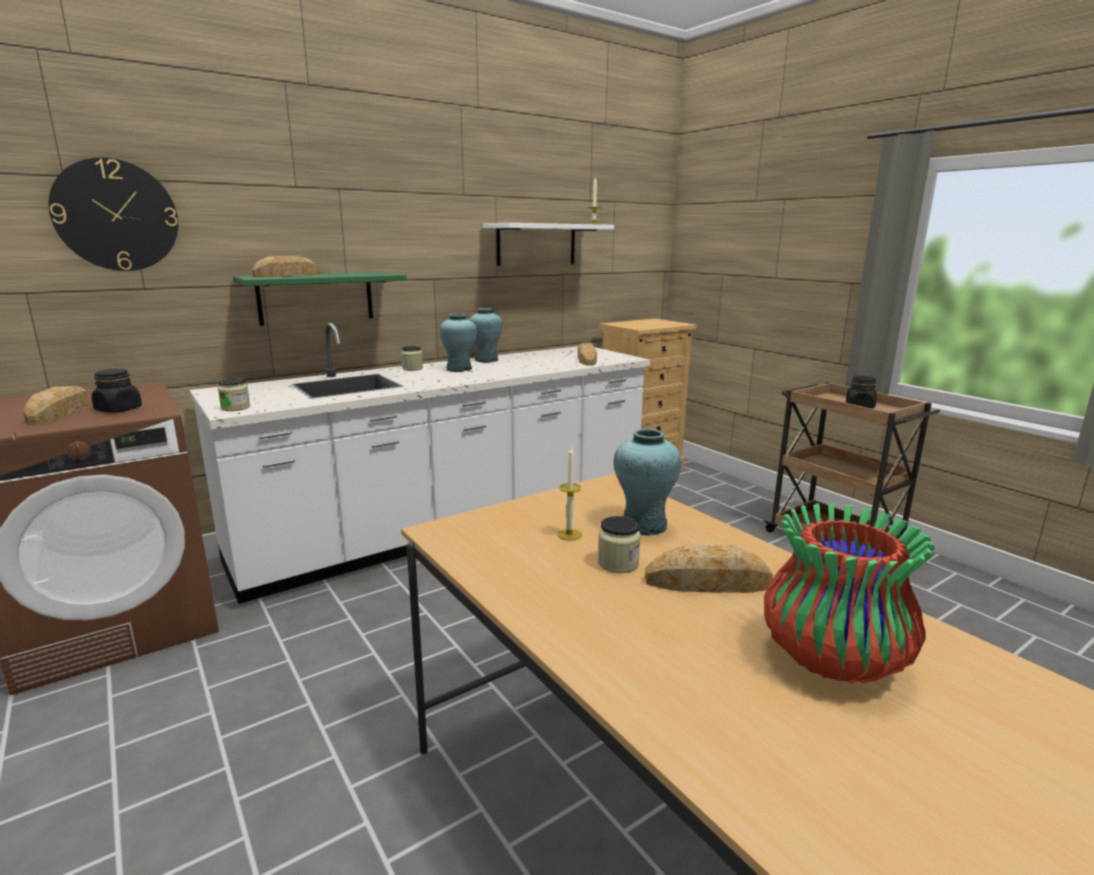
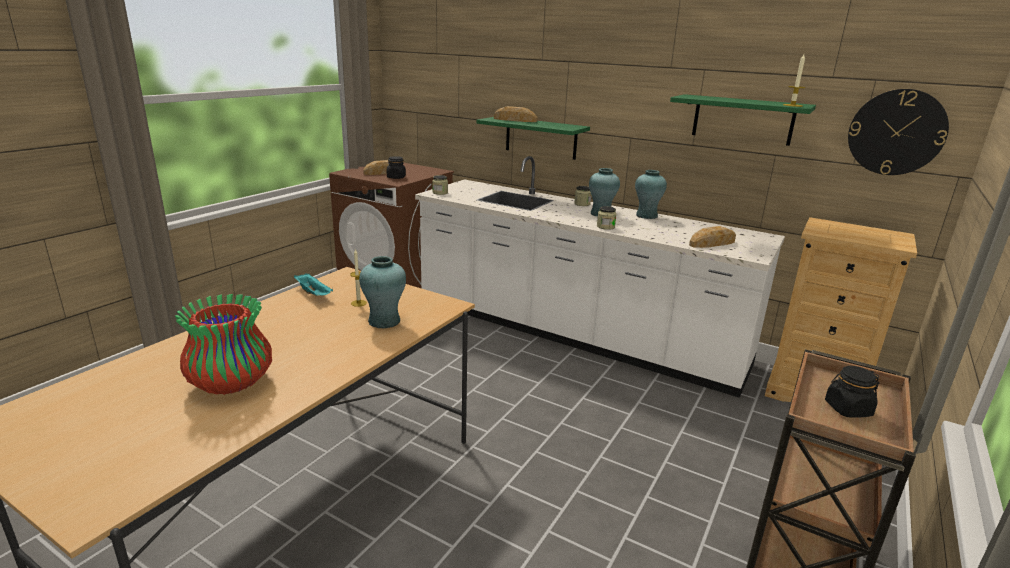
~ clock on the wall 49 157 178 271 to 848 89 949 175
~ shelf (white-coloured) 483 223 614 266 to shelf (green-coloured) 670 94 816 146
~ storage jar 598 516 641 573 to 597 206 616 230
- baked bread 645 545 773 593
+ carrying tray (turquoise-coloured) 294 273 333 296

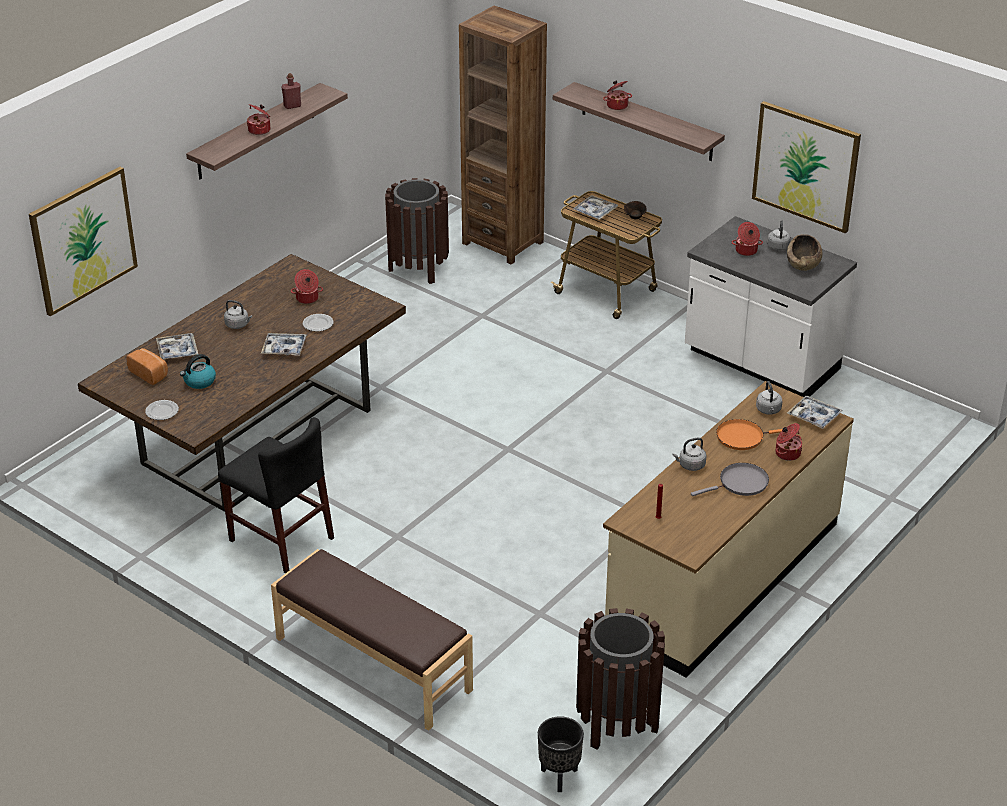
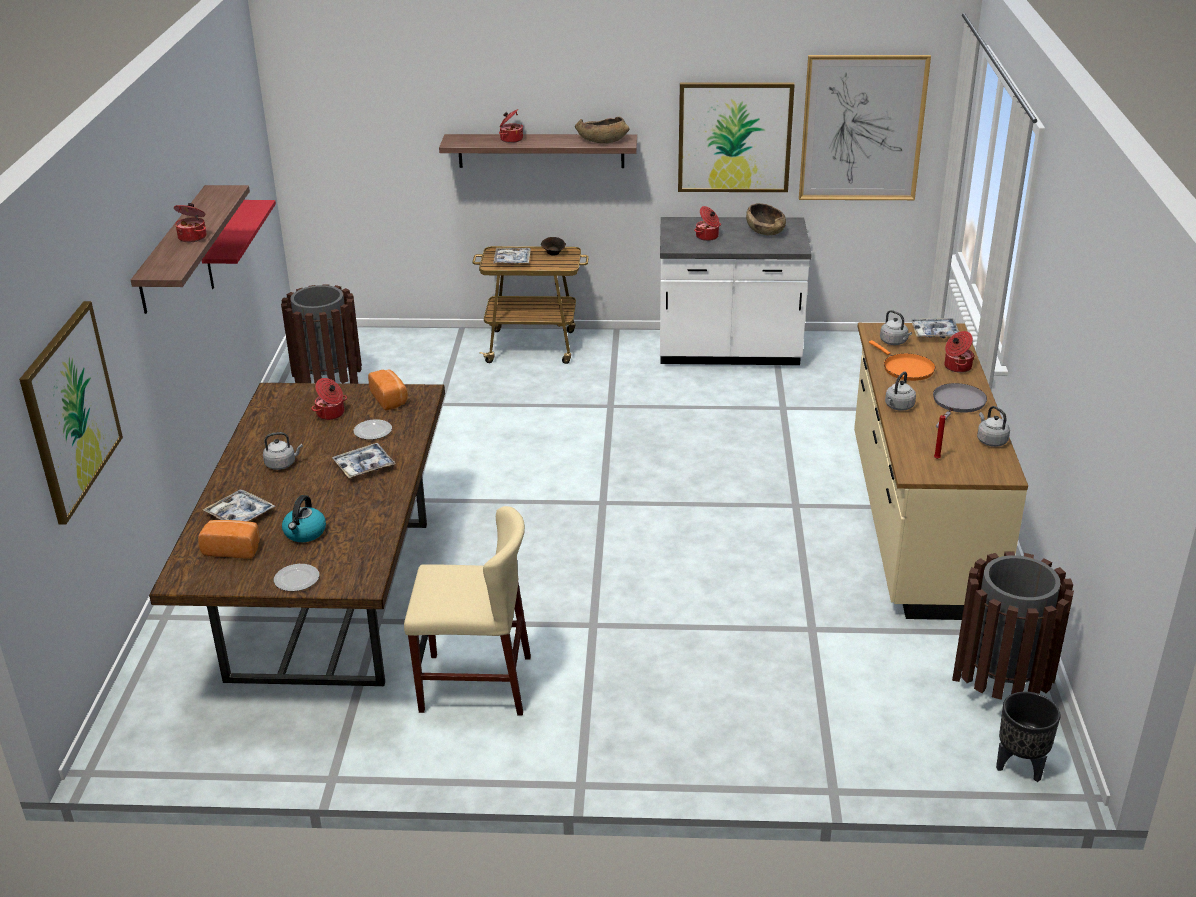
- bookcase (brownish) 459 6 547 265
- drink bottle (red-coloured) 282 73 301 109
~ water kettle (grey) 767 220 791 251 to 977 406 1010 447
~ upright chair (blackish) 218 417 334 573 to upright chair (beige) 404 506 531 716
~ frying pan (orange-coloured) 716 419 782 450 = 869 340 936 381 75 degrees counterclockwise
- long seat (brownish) 271 549 473 731
+ picture 799 55 931 200
+ serving bowl (brownish) 575 117 629 143
+ shelf (red-coloured) 202 200 276 289
+ baked bread 368 369 408 410

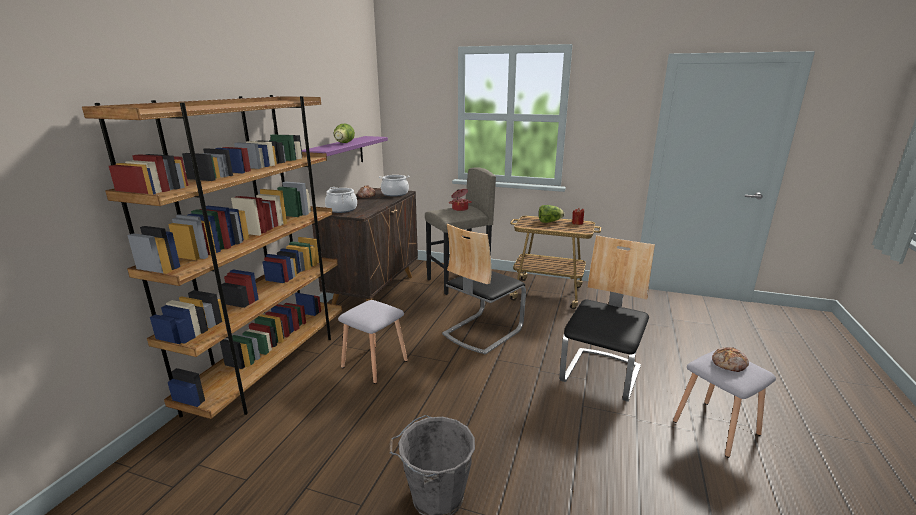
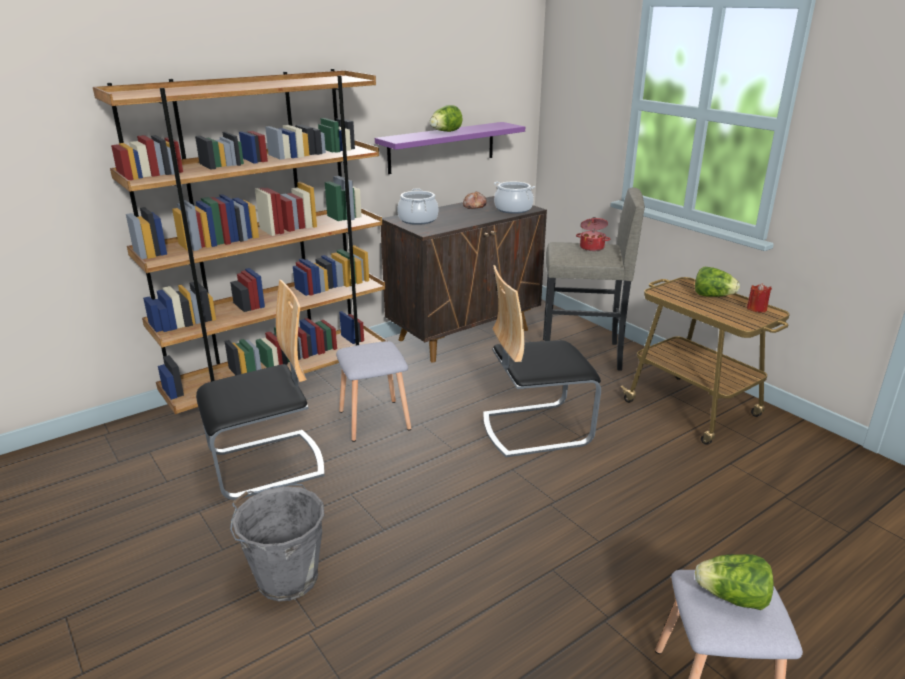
~ upright chair 559 235 655 402 to 196 280 325 500
~ baked bread 712 347 749 372 to head of lettuce 695 554 774 610

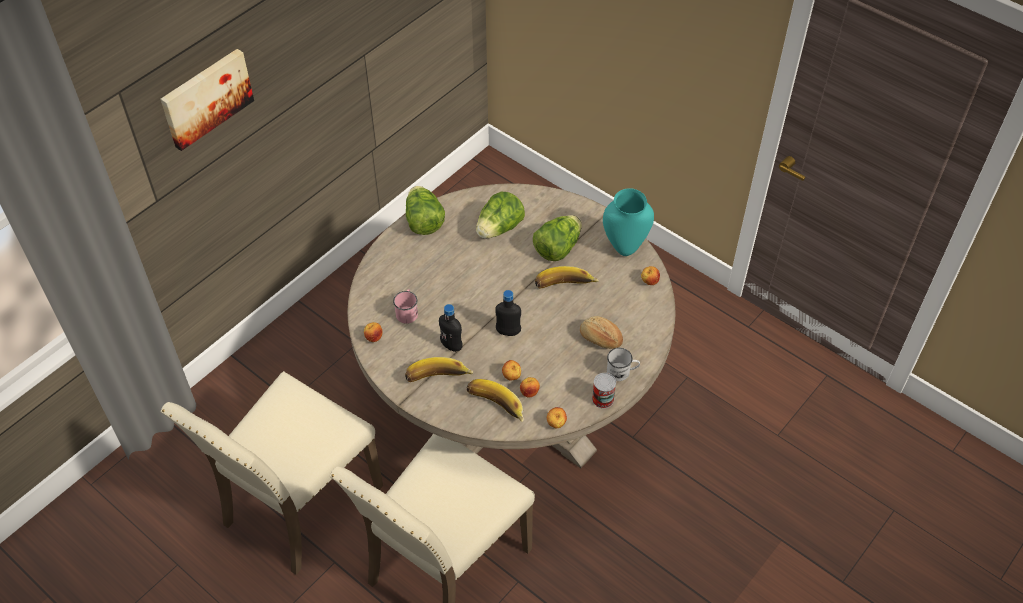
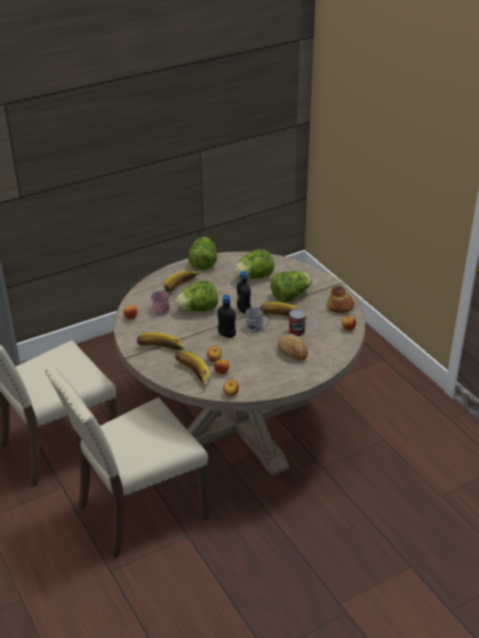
- picture 160 49 254 151
~ decorative vase (turquoise-coloured) 603 188 654 256 to baked bread 327 286 354 313
~ drink bottle (blackish) 439 304 463 352 to 237 271 251 314
~ coffee mug (white-coloured) 607 348 640 381 to 245 307 269 333
~ sealed can 592 373 616 409 to 289 309 306 337
+ banana 164 271 201 293
+ head of lettuce 175 281 218 312

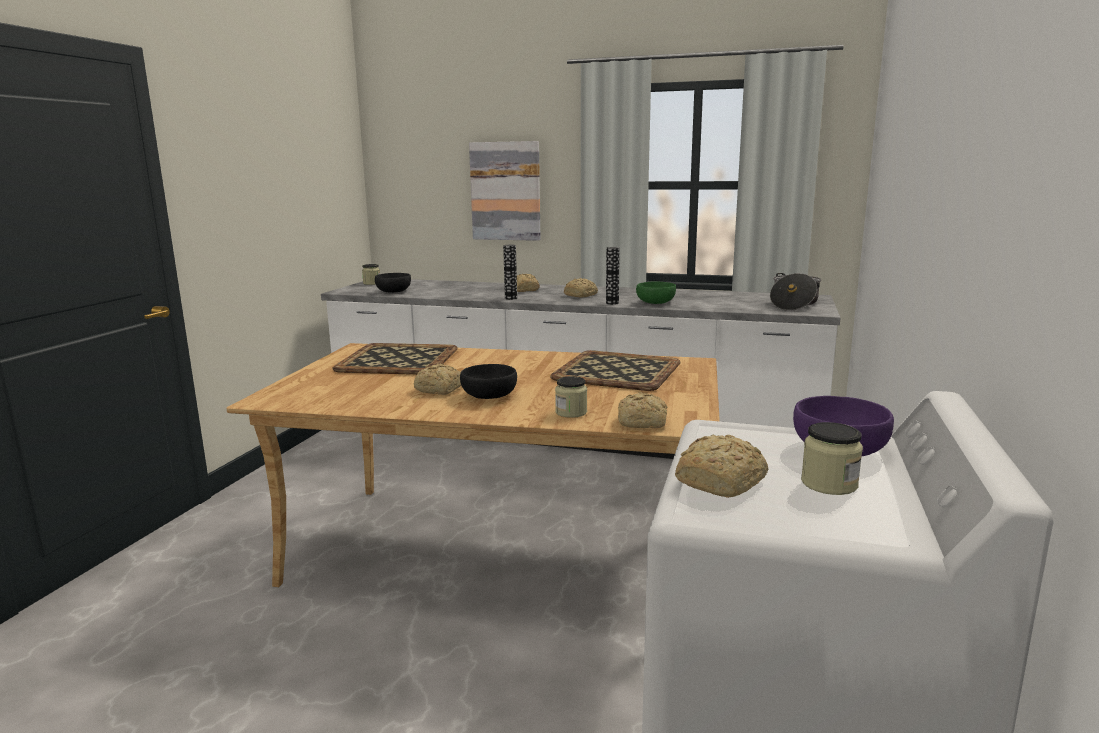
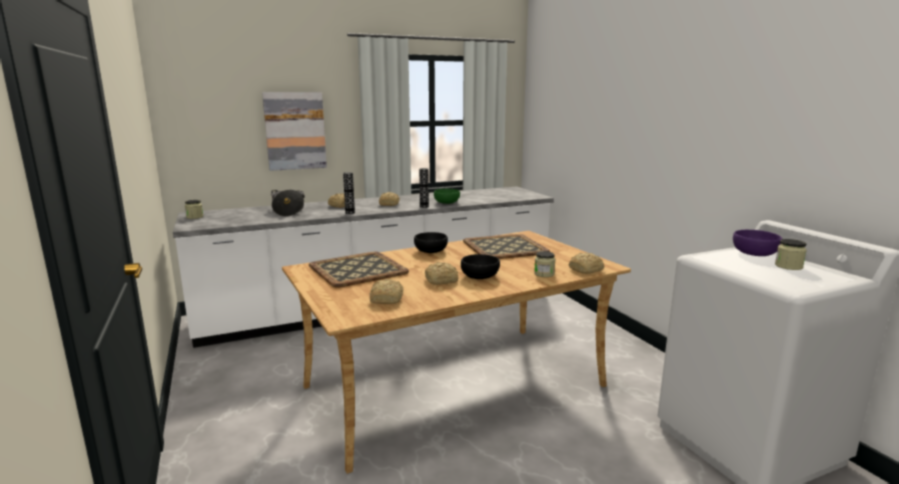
~ serving bowl (blackish) 375 273 411 293 to 414 232 448 253
~ stockpot 770 273 821 311 to 271 190 304 217
~ baked bread 675 434 768 498 to 370 279 403 304

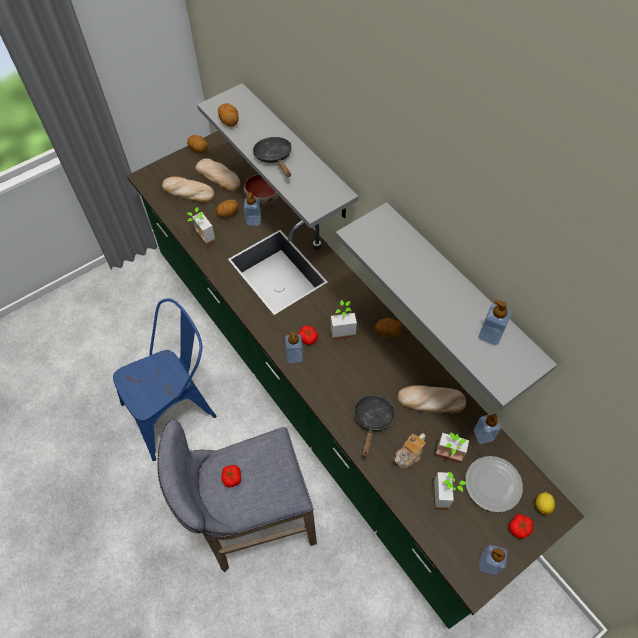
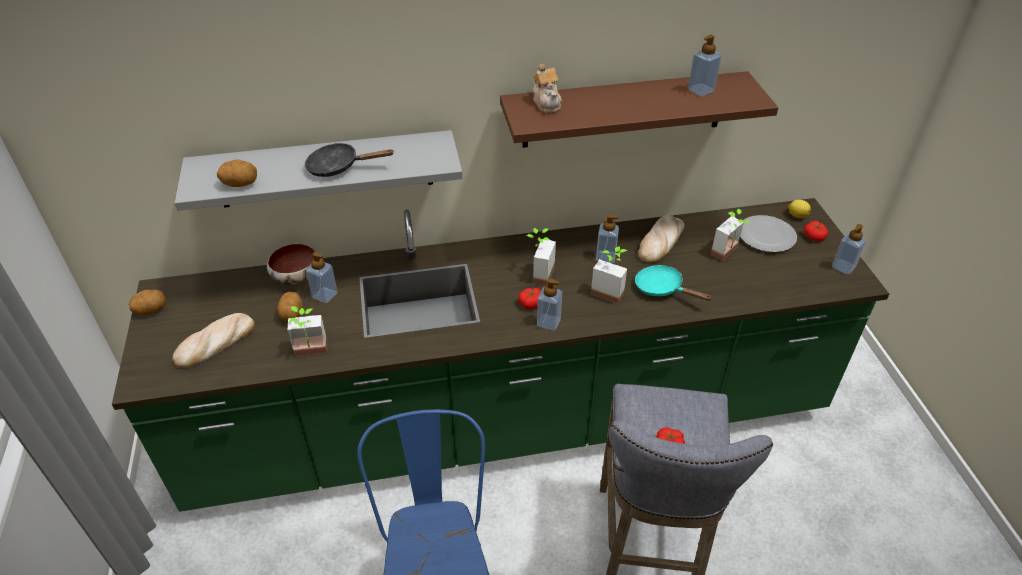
- baked bread 195 158 241 191
~ shelf (grey) 336 202 557 410 to shelf (brownish) 500 71 779 148
- spud 375 318 402 337
~ frying pan (blackish) 354 395 396 457 to frying pan (turquoise-coloured) 635 265 713 301
~ soap dispenser 474 414 501 444 to 596 214 619 263
~ pot for tea 394 433 426 468 to 533 64 562 113
~ houseplant 433 472 467 510 to 591 246 627 304

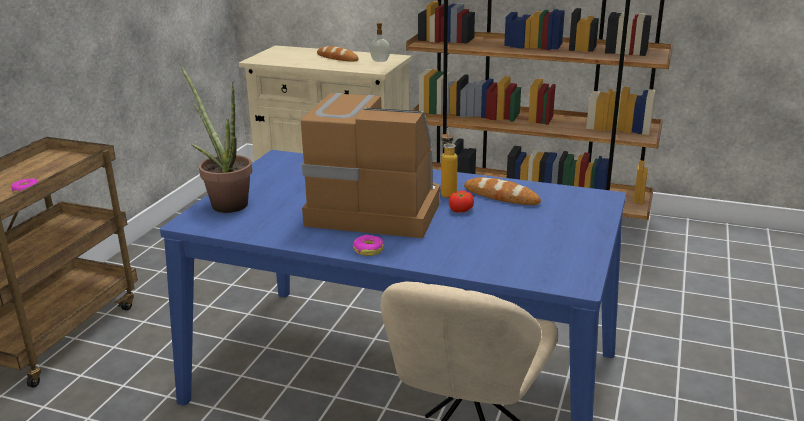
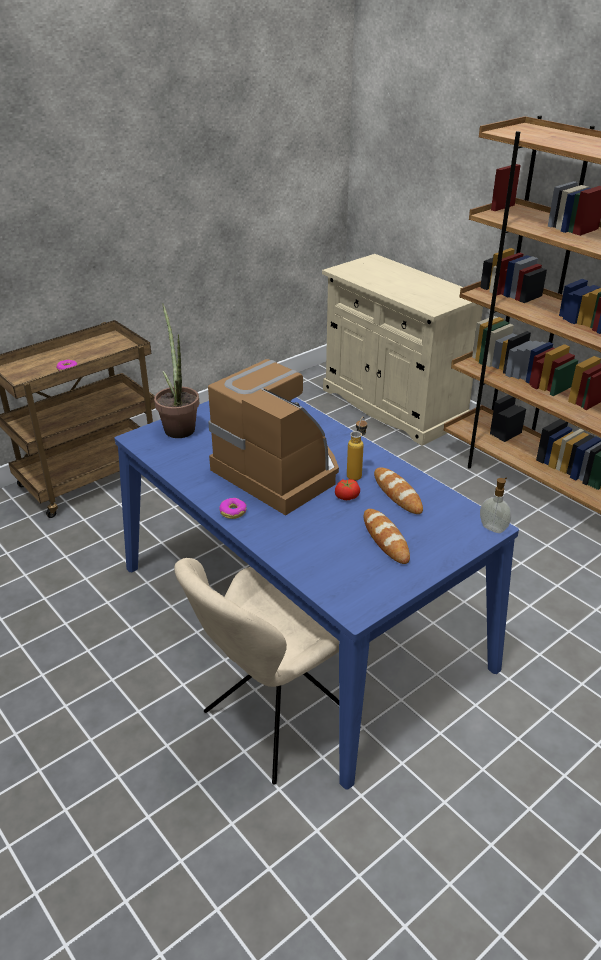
~ soap dispenser 370 23 390 62 to 480 477 511 533
~ baked bread 317 46 359 62 to 364 509 410 564

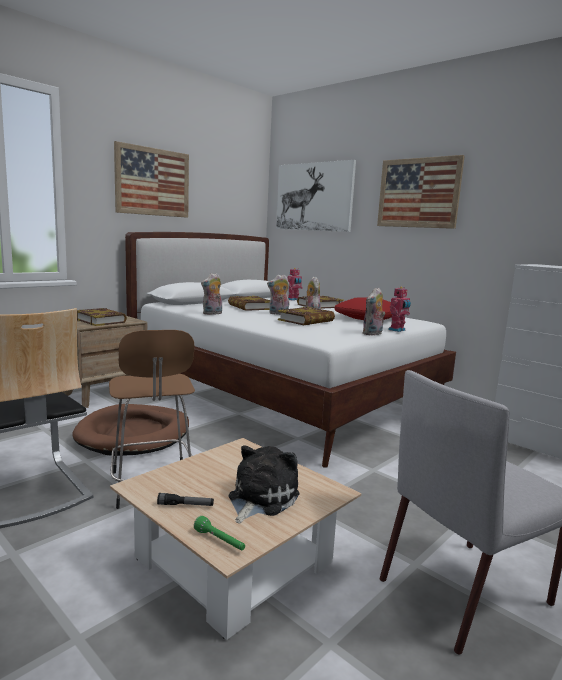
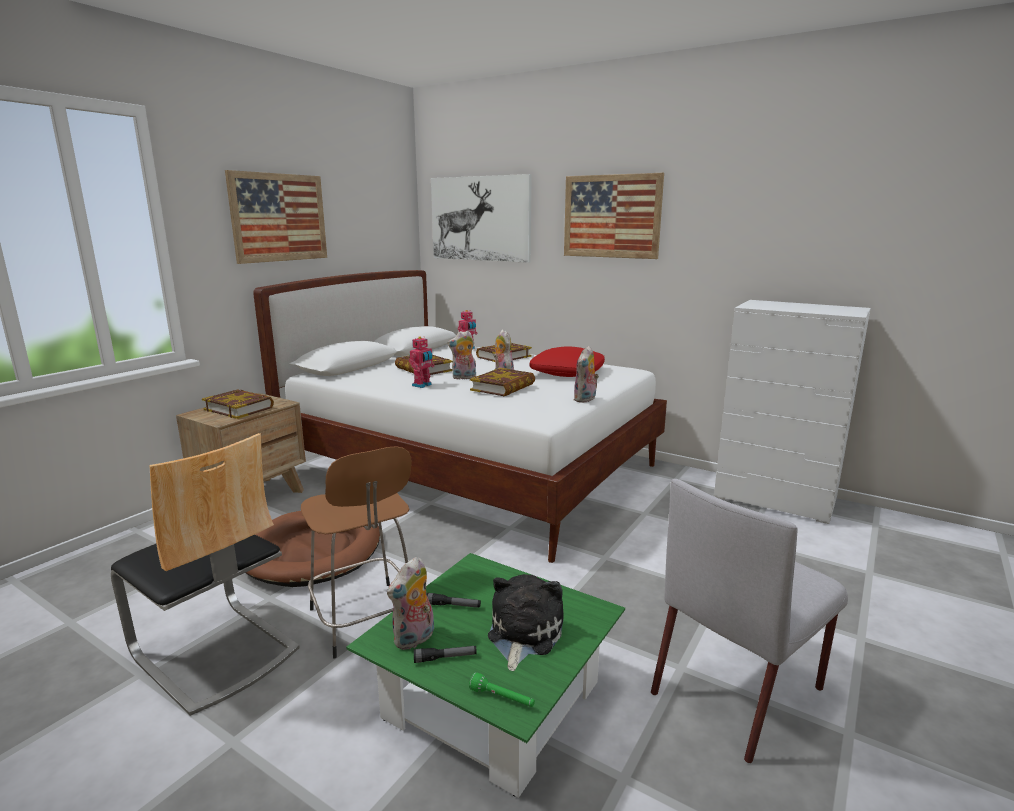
~ soft toy 201 273 222 315 to 387 557 434 650
~ toy robot 388 286 411 332 to 409 336 435 388
~ low table (beige) 110 438 361 640 to low table (green-coloured) 346 553 625 798
+ hand torch 426 593 481 608

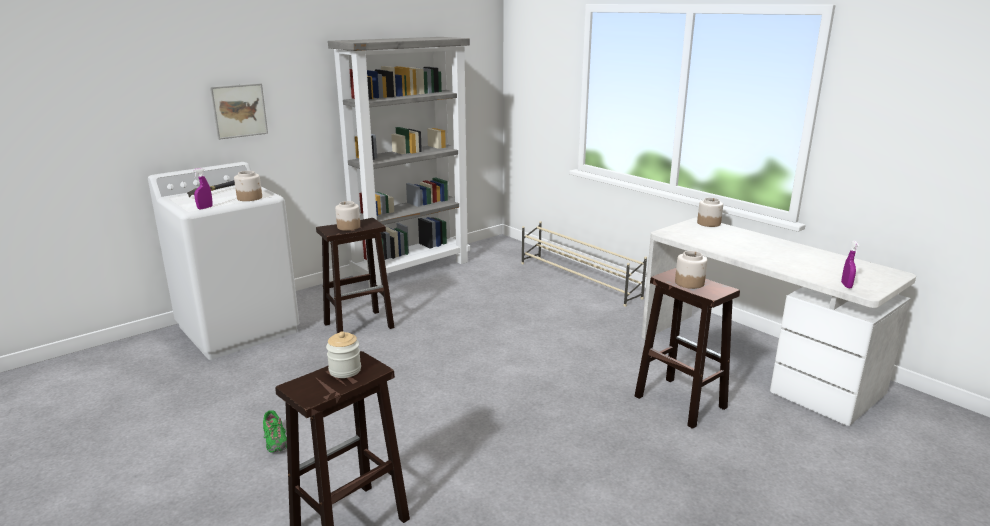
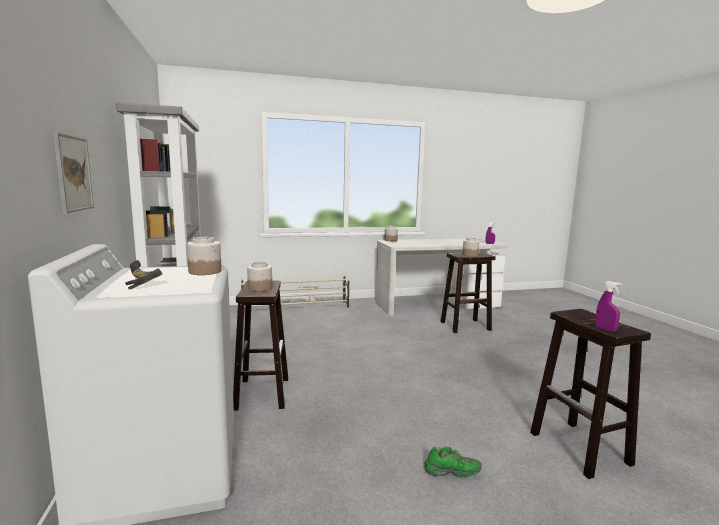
~ sprayer (purplish) 192 168 213 210 to 595 281 622 332
- storage jar 326 331 361 378

